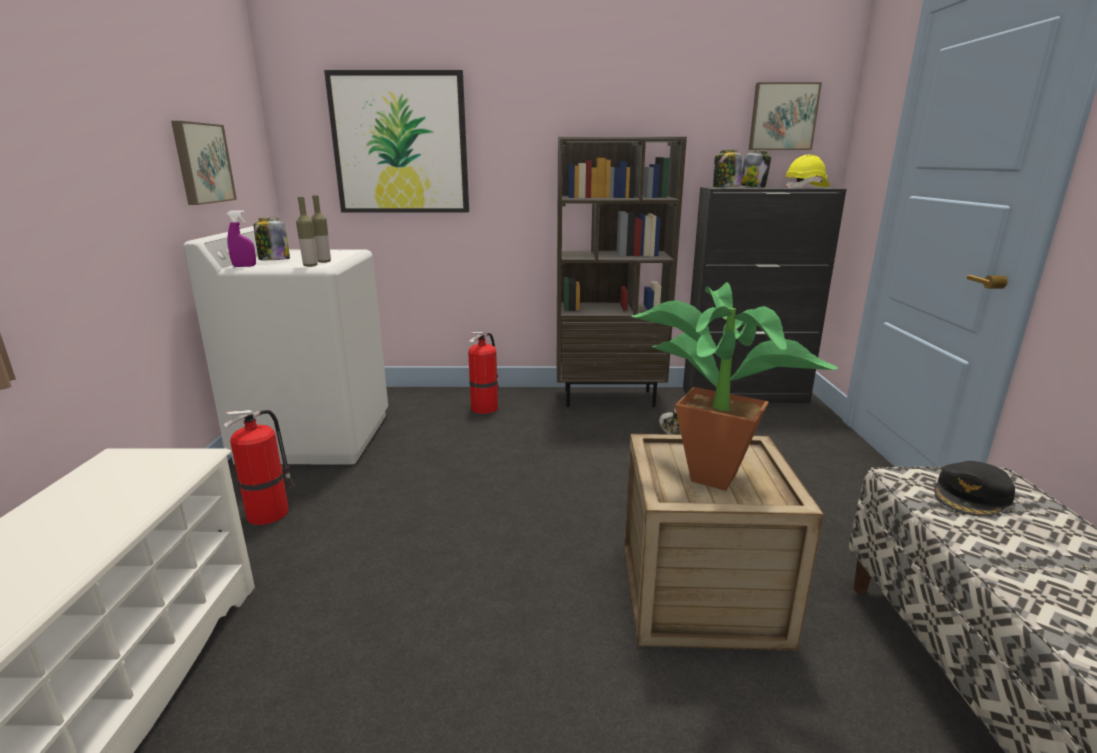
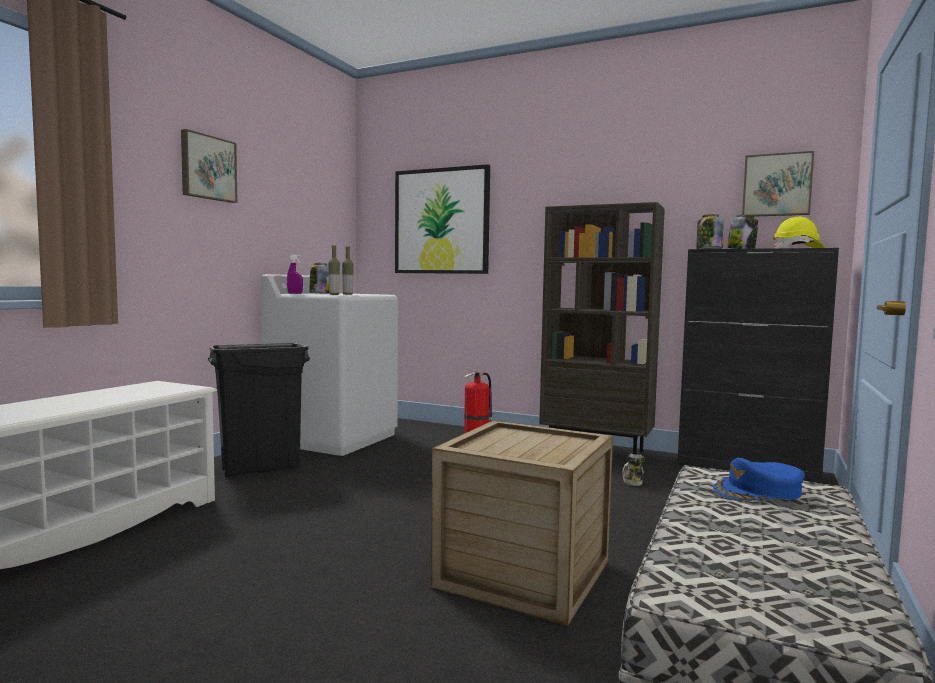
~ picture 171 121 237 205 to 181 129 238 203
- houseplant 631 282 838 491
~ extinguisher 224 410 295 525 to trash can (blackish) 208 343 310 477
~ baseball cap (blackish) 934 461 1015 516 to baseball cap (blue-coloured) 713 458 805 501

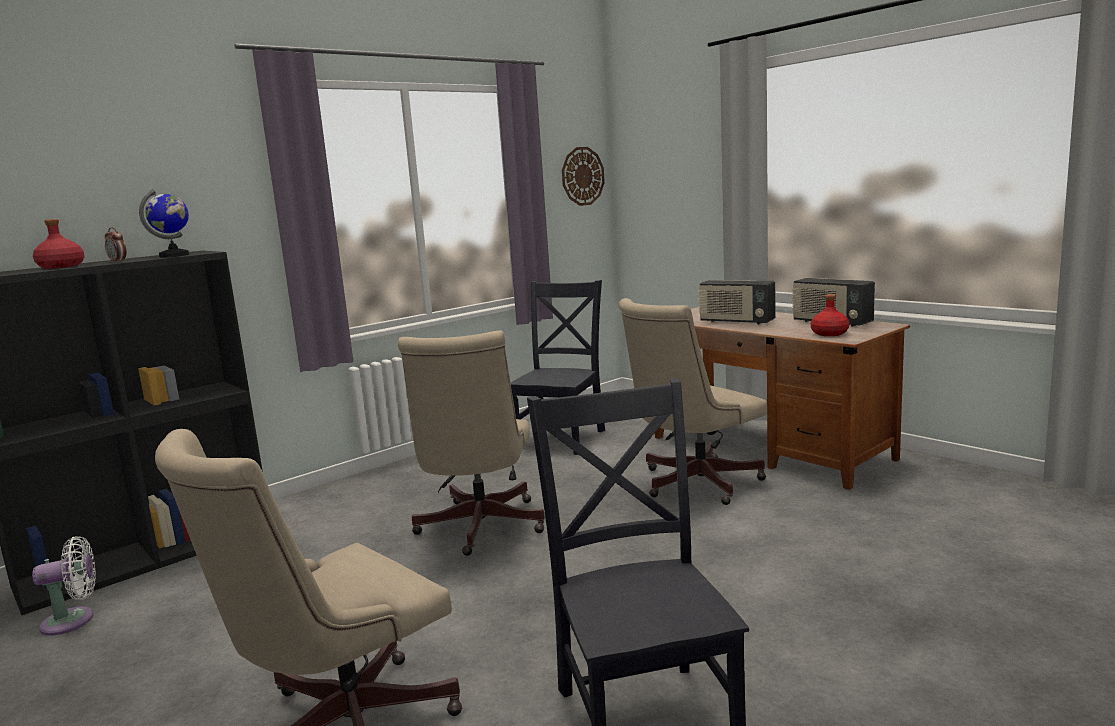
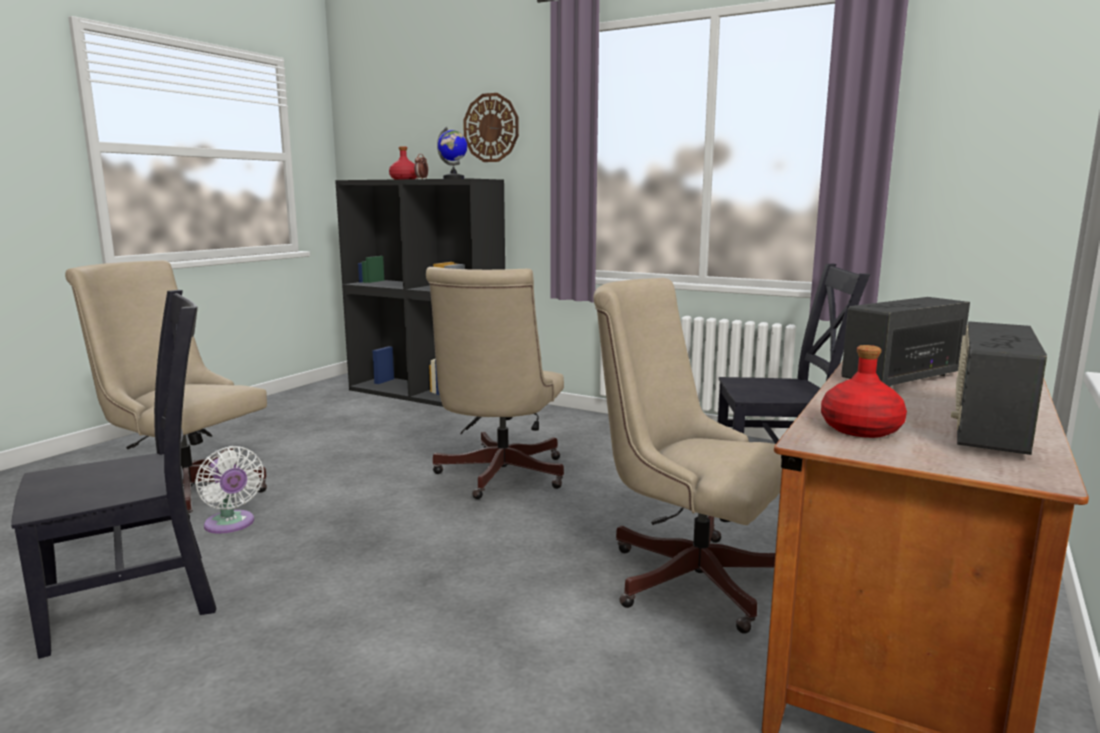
~ clock on the wall 562 147 605 206 to 463 93 519 162
~ radio set 698 280 775 325 = 841 297 970 387 45 degrees clockwise
~ desk chair (beige) 398 330 545 556 = 426 267 564 499 60 degrees counterclockwise
~ electric fan (white-coloured) 32 536 96 636 to 195 446 264 534

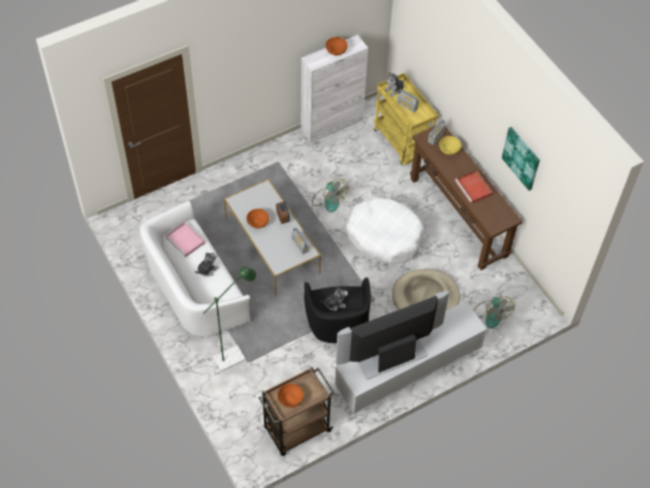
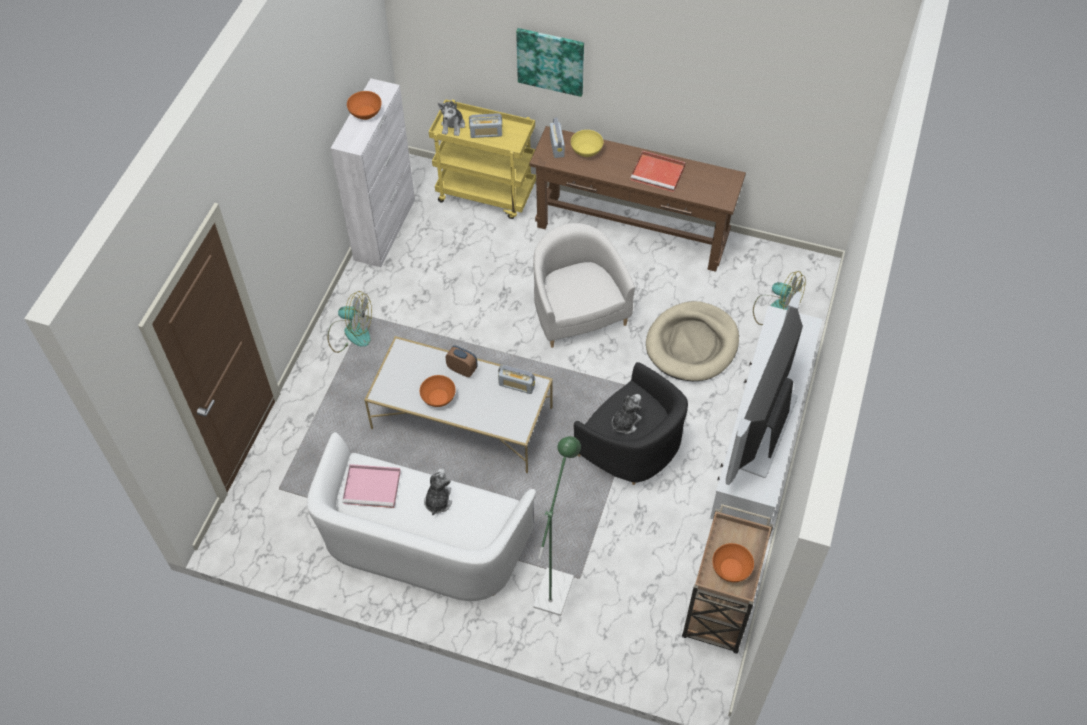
~ picture 502 127 540 191 to 516 28 584 97
~ electric fan 312 179 349 212 to 327 291 372 353
~ dog cushion (white-coloured) 346 197 424 264 to armchair (white-coloured) 533 223 635 348

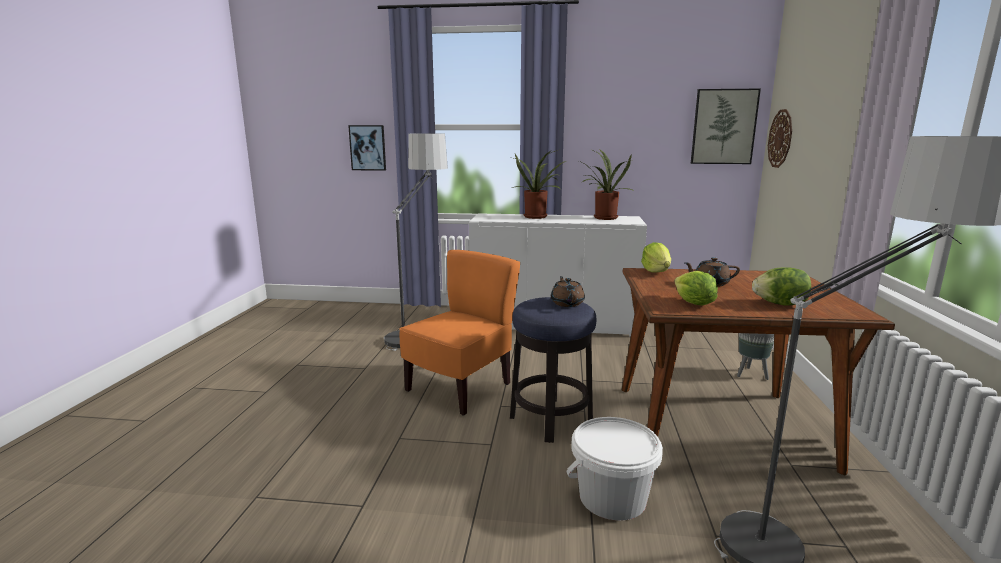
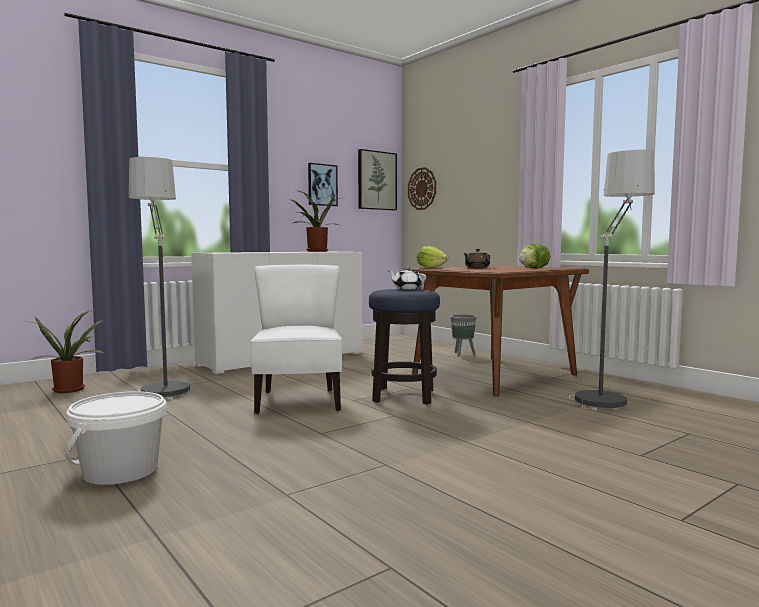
~ picture 348 125 386 171 to 308 163 338 206
~ houseplant 512 150 566 219 to 22 309 103 393
~ upright chair (orange-coloured) 399 250 520 416 to upright chair (white-coloured) 251 265 342 414
- head of lettuce 674 270 718 306
~ pot for tea (brownish) 551 276 585 307 to pot for tea (white-coloured) 389 267 426 289
~ pail (white-coloured) 567 417 663 521 to 65 391 167 485

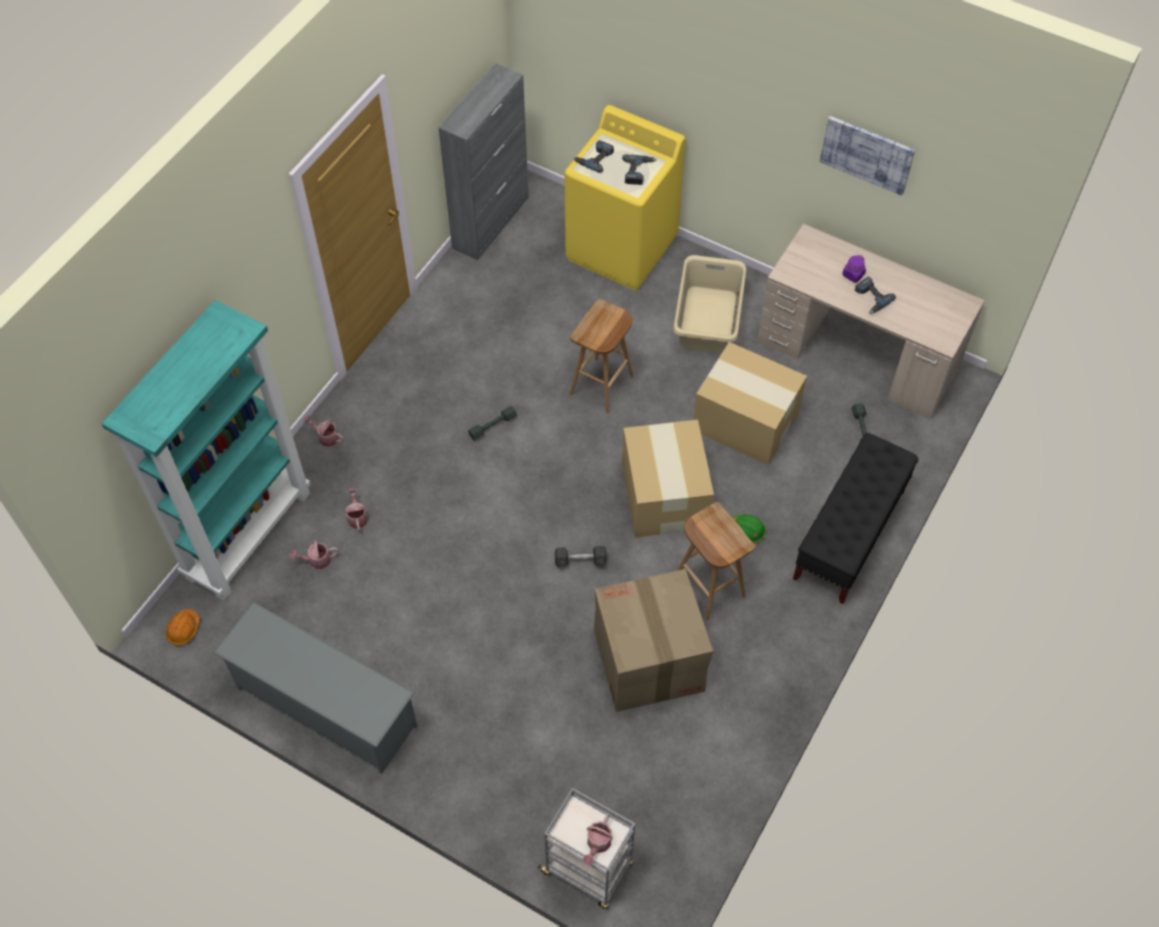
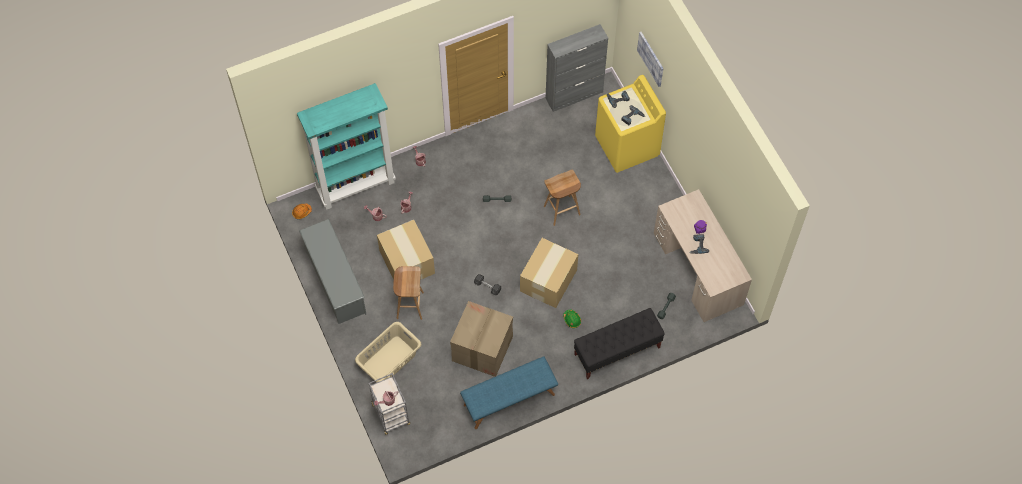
~ picture 819 116 915 196 to 637 32 663 87
~ hamper (beige) 673 255 747 353 to 355 322 421 382
~ cardboard box 693 342 807 465 to 377 220 435 280
~ stool (brownish) 677 502 755 620 to 393 266 424 320
+ long seat (blue-coloured) 460 356 558 429

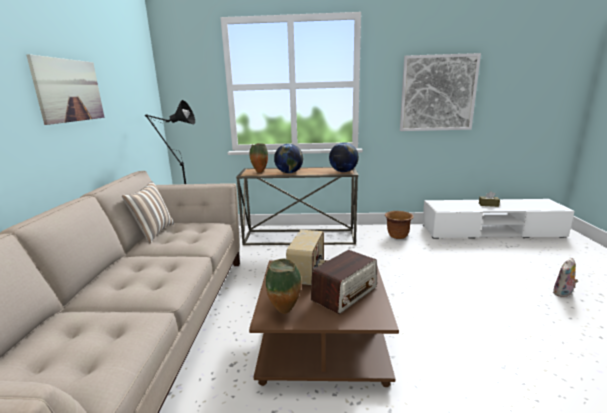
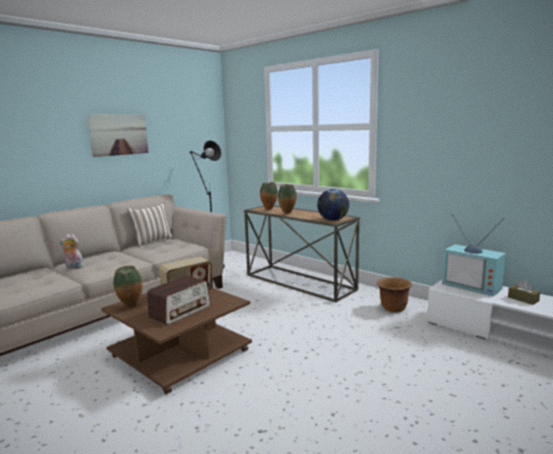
- picture 400 53 481 131
~ globe 274 144 303 173 to decorative vase 278 184 297 214
~ radio set 311 250 377 314 = 148 276 210 325 45 degrees counterclockwise
~ soft toy 553 258 578 297 to 60 234 84 269
+ television 442 214 506 296

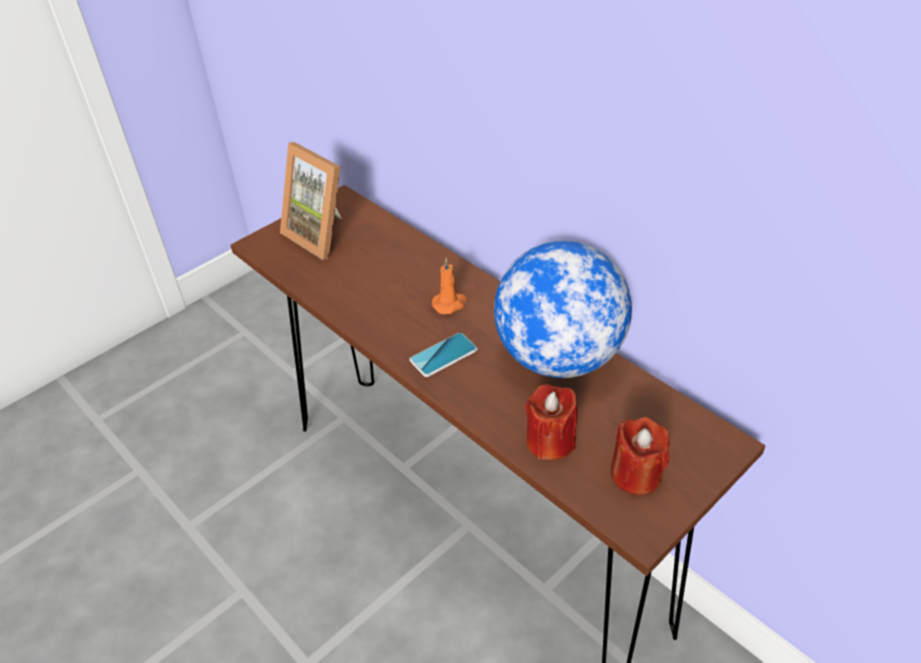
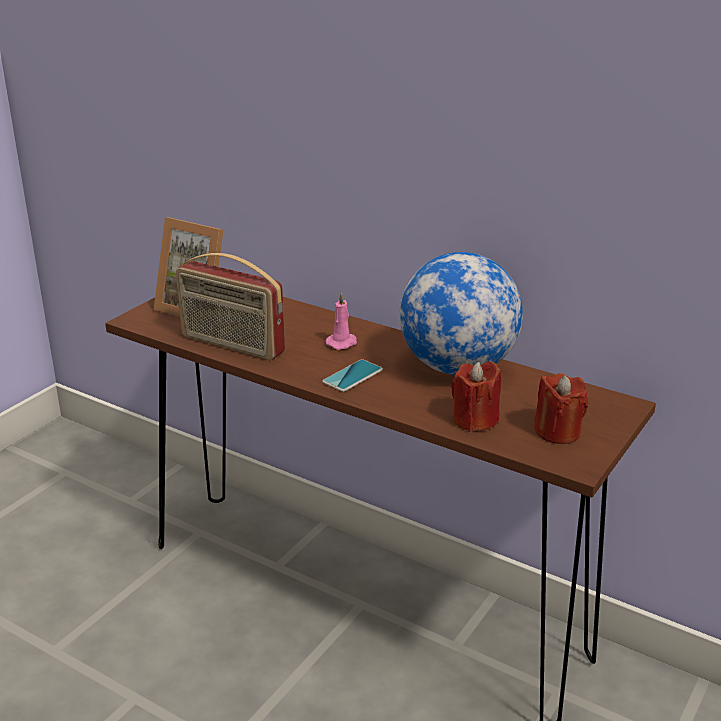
~ candle (orange-coloured) 432 258 467 314 to candle (pink-coloured) 326 292 357 350
+ radio set 176 253 285 360

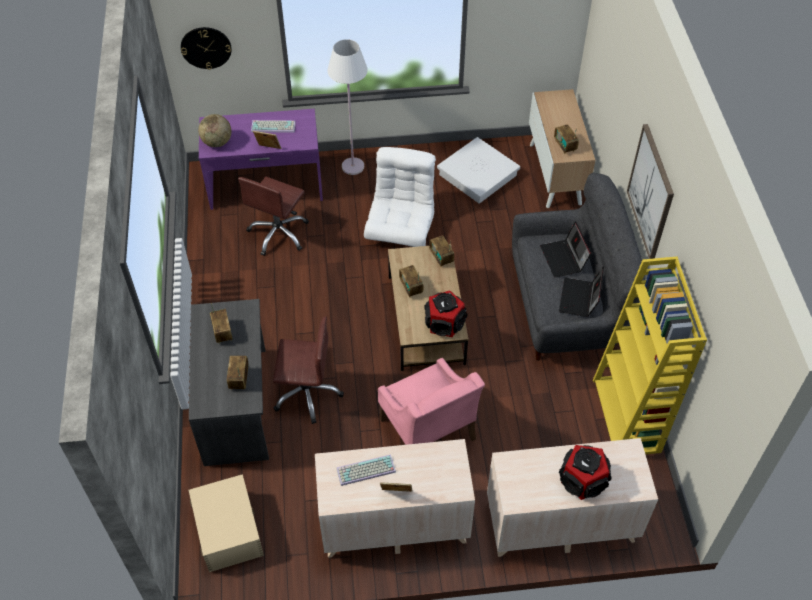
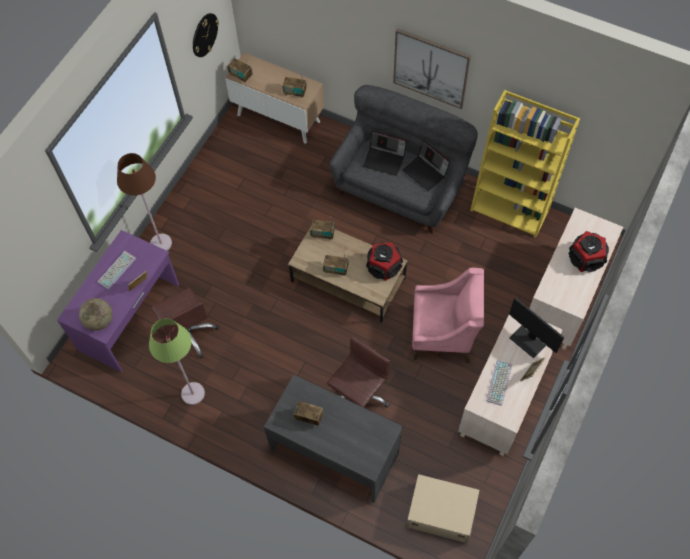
~ clock on the wall 181 27 231 70 to 193 13 219 57
~ floor lamp (white-coloured) 327 39 368 175 to floor lamp (brownish) 117 153 172 251
- storage box (white-coloured) 437 137 520 204
- armchair (white-coloured) 364 147 436 247
~ radio set 227 356 249 390 to 227 58 253 83
+ computer display 509 297 564 359
+ floor lamp (green-coloured) 149 318 205 405

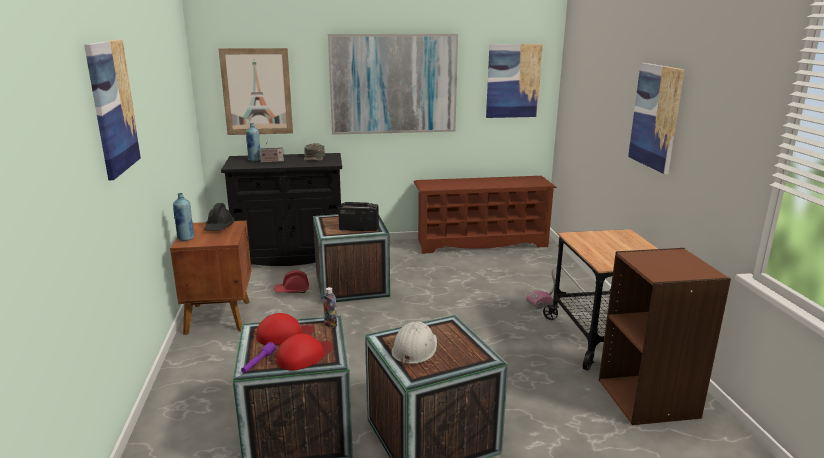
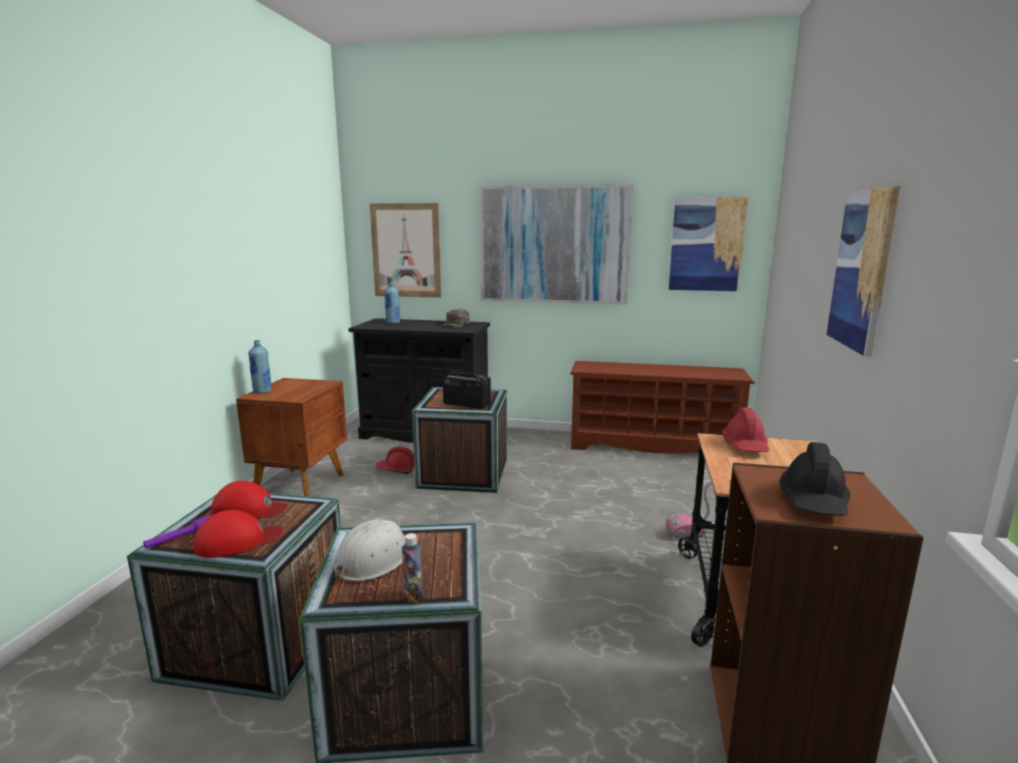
- picture 84 40 141 180
- radio set 258 141 284 163
~ work helmet (blackish) 204 203 234 231 to 779 442 850 516
~ drink bottle 323 287 337 327 to 402 533 423 605
+ work helmet (red-coloured) 722 407 770 452

